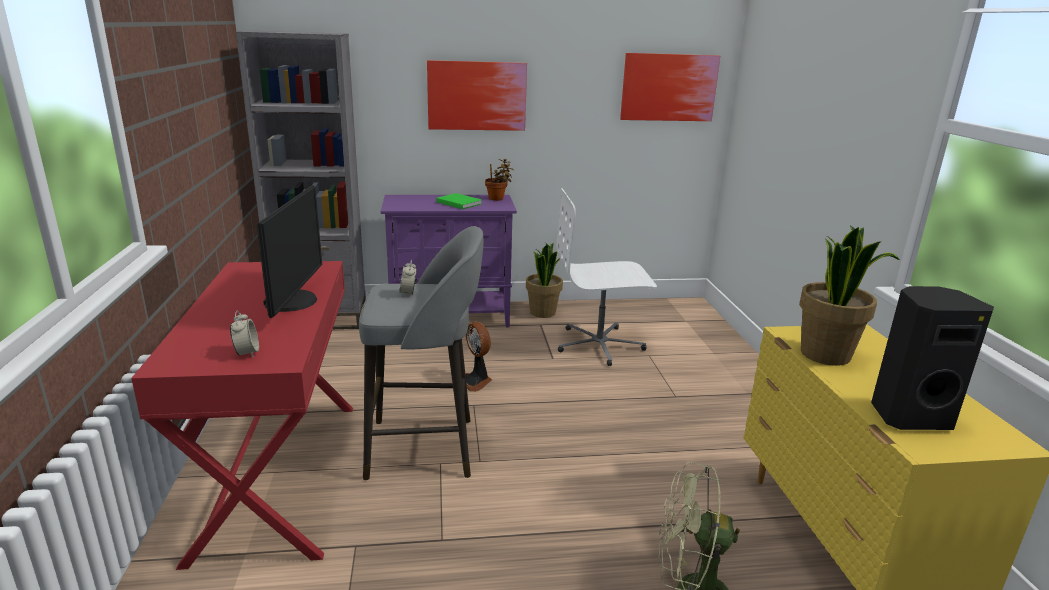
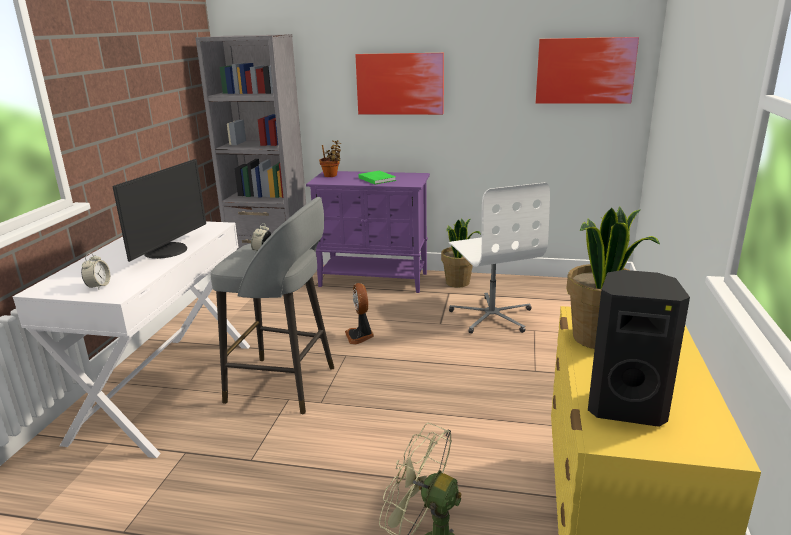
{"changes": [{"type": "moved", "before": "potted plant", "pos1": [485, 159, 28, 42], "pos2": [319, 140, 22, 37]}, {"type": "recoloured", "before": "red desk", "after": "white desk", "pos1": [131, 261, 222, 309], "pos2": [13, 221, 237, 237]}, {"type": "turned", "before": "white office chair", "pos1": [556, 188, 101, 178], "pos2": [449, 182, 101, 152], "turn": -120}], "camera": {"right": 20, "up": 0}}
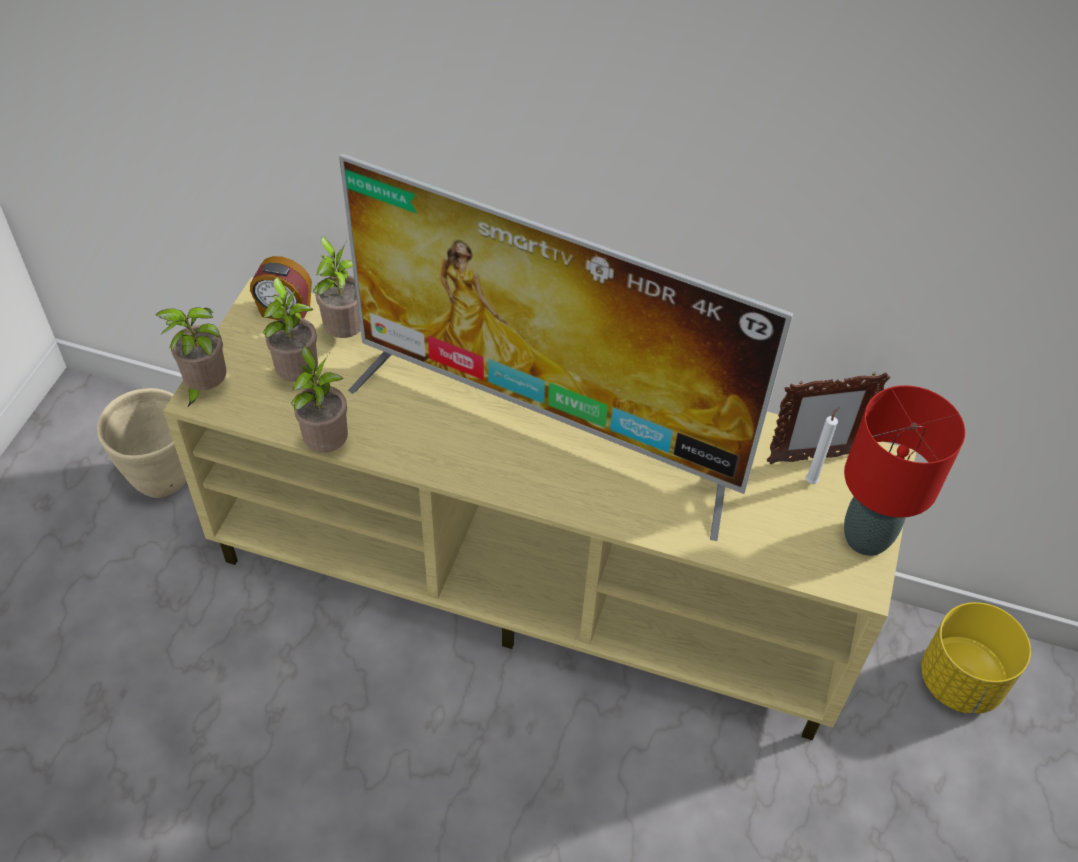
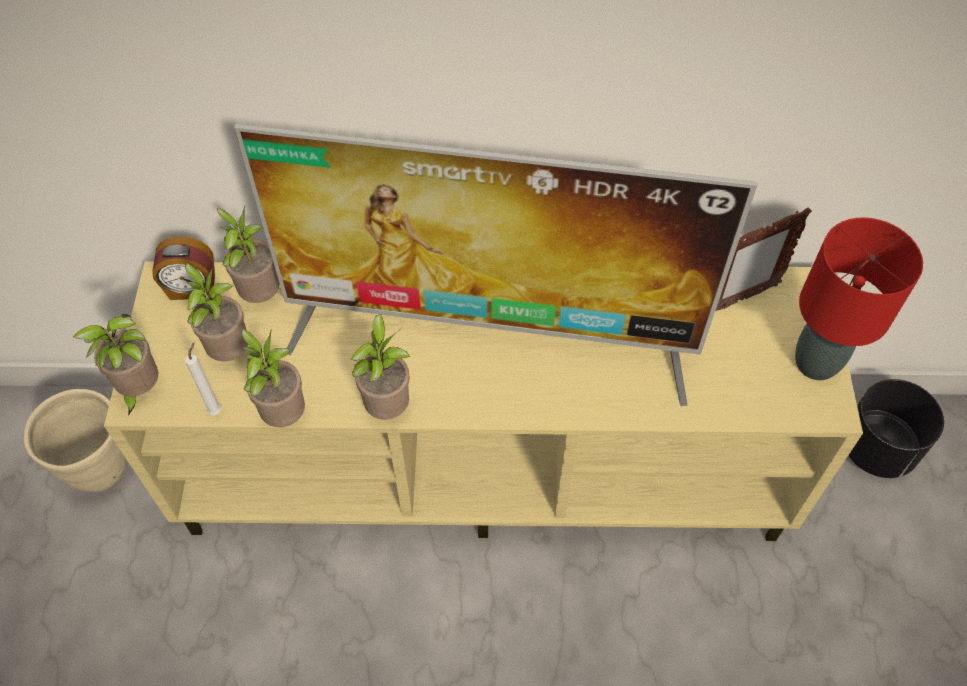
{"changes": [{"type": "added", "after": "potted plant", "pos2": [351, 314, 59, 106]}, {"type": "moved", "before": "white candle", "pos1": [805, 405, 36, 79], "pos2": [185, 343, 36, 72]}, {"type": "recoloured", "before": "yellow planter", "after": "black planter", "pos1": [921, 602, 110, 112], "pos2": [848, 379, 96, 99]}], "camera": {"right": -15, "up": 5}}
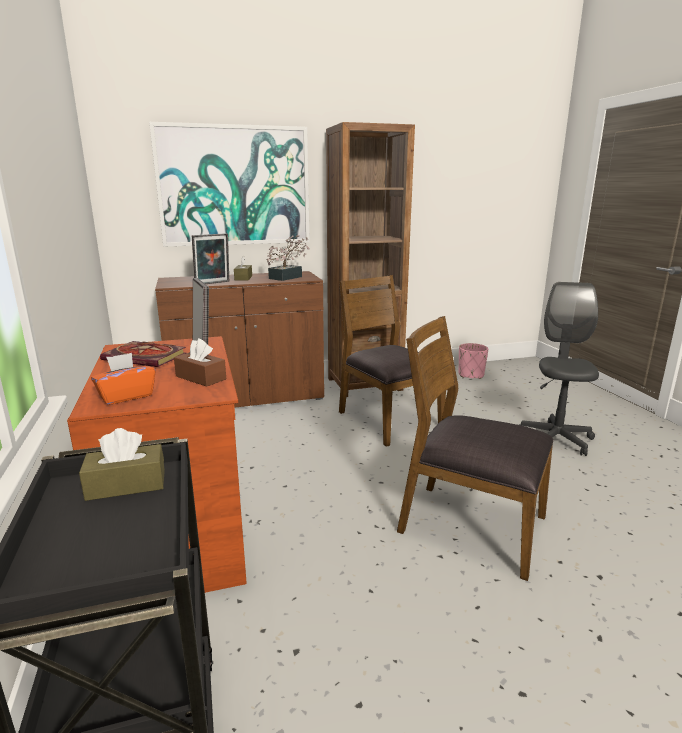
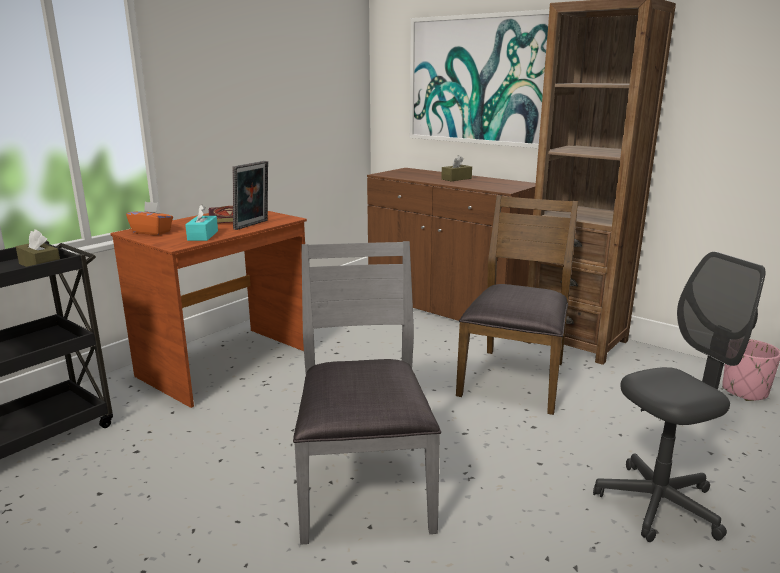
{"changes": [{"type": "removed", "before": "picture frame", "pos1": [192, 233, 37, 51]}, {"type": "removed", "before": "potted plant", "pos1": [267, 234, 42, 47]}, {"type": "recoloured", "before": "brown tissue box", "after": "turquoise tissue box", "pos1": [174, 338, 52, 49], "pos2": [185, 204, 33, 37]}, {"type": "recoloured", "before": "brown chair", "after": "grey chair", "pos1": [397, 316, 157, 265], "pos2": [293, 241, 148, 304]}], "camera": {"right": 55, "up": 0}}
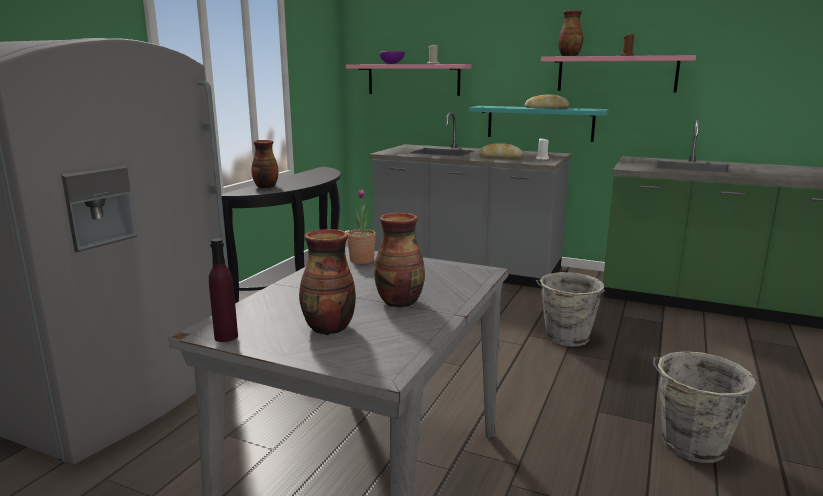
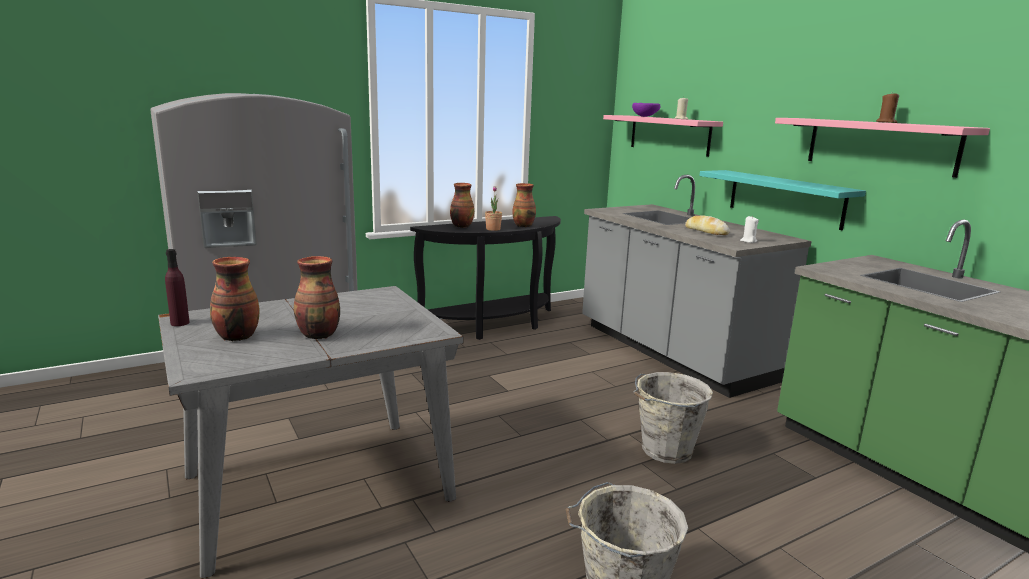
{"changes": [{"type": "removed", "before": "bread", "pos1": [525, 94, 44, 14]}, {"type": "moved", "before": "potted plant", "pos1": [347, 189, 29, 75], "pos2": [485, 186, 17, 45]}, {"type": "moved", "before": "vase", "pos1": [558, 10, 25, 46], "pos2": [512, 183, 24, 44]}], "camera": {"right": 35, "up": 0}}
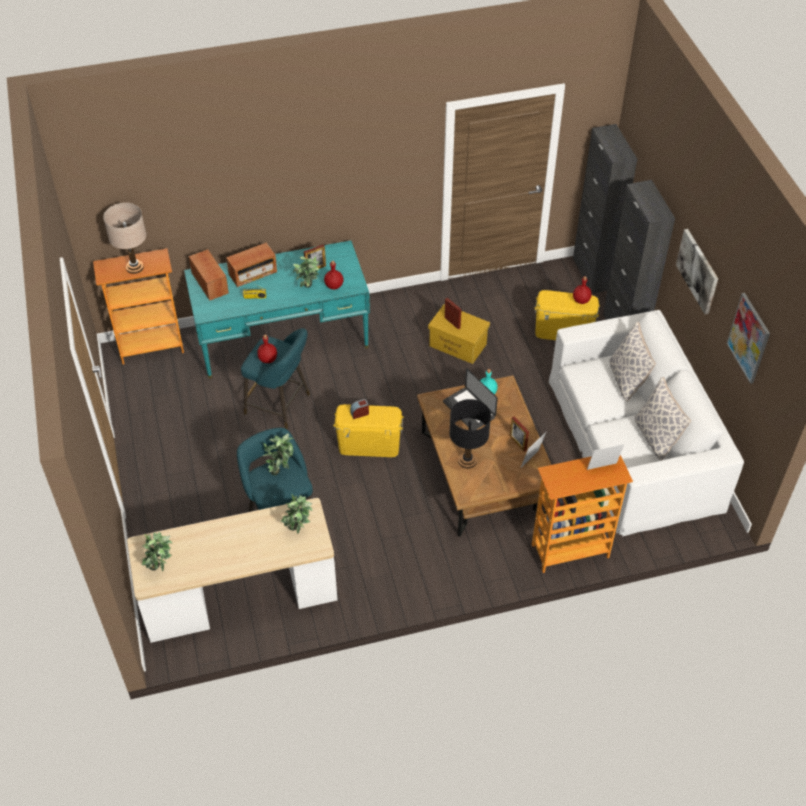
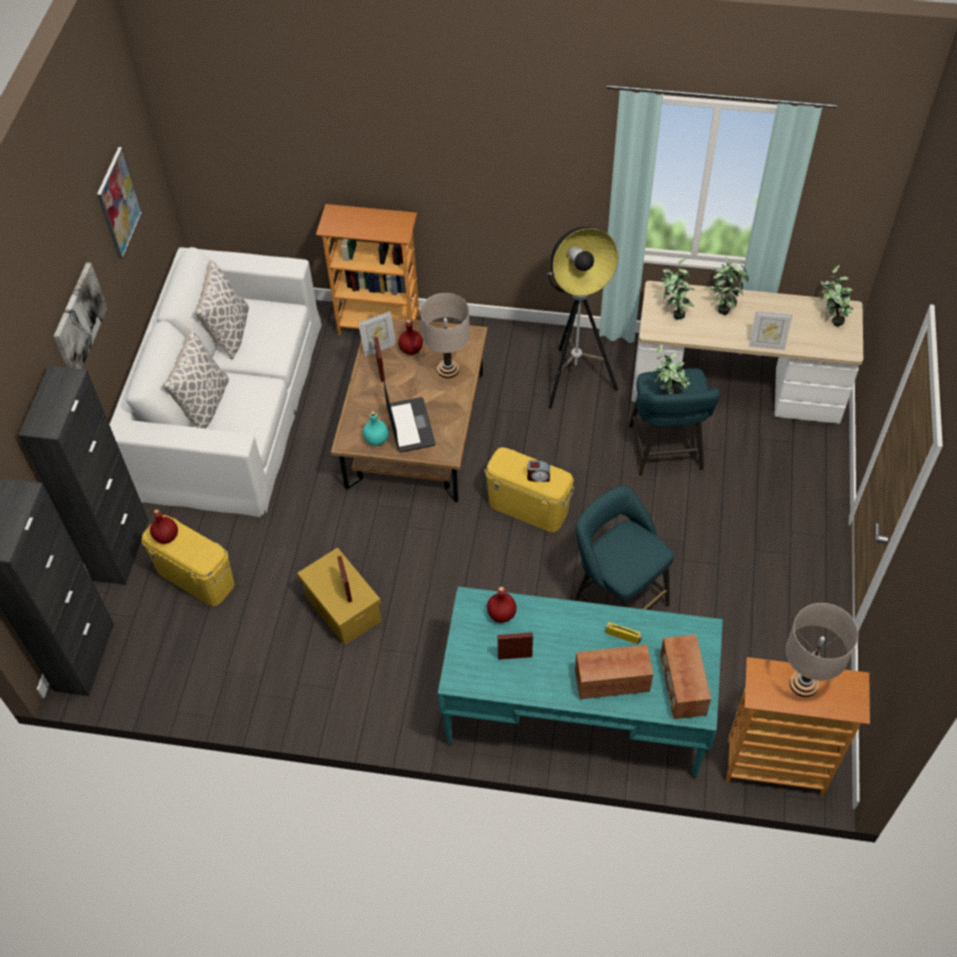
{"changes": [{"type": "added", "after": "floor lamp", "pos2": [547, 227, 71, 182]}, {"type": "moved", "before": "red bottle", "pos1": [257, 335, 20, 28], "pos2": [398, 320, 25, 35]}, {"type": "moved", "before": "potted plant", "pos1": [293, 256, 27, 32], "pos2": [709, 257, 43, 58]}, {"type": "moved", "before": "picture frame", "pos1": [587, 444, 37, 26], "pos2": [749, 311, 44, 39]}, {"type": "recoloured", "before": "black table lamp", "after": "beige table lamp", "pos1": [449, 399, 42, 70], "pos2": [420, 293, 50, 85]}], "camera": {"right": -155, "up": 5}}
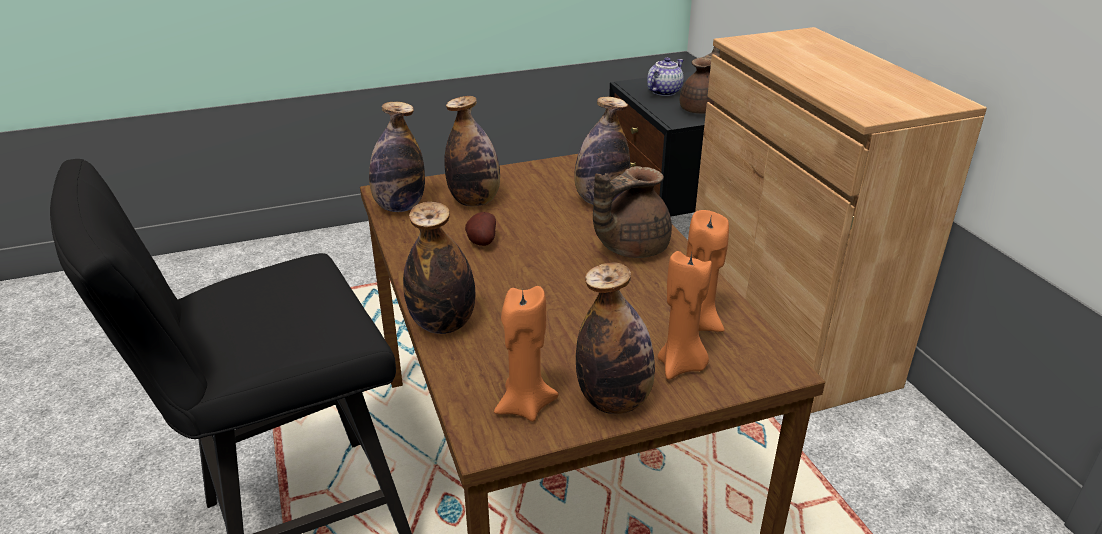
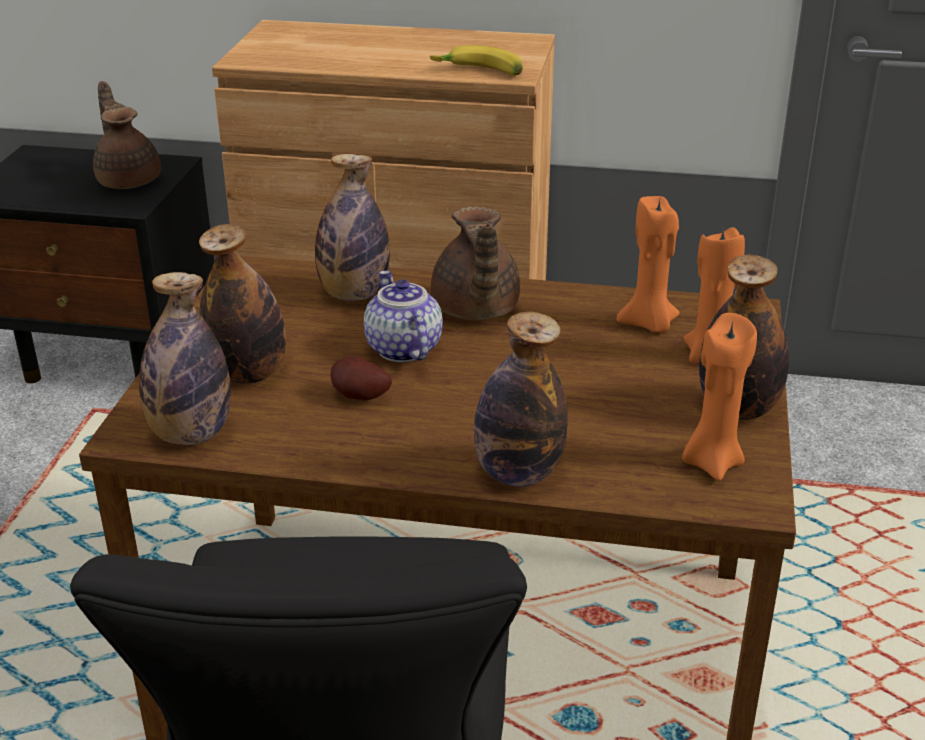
{"changes": [{"type": "added", "after": "banana", "pos2": [430, 45, 93, 31]}, {"type": "moved", "before": "teapot", "pos1": [647, 57, 37, 39], "pos2": [364, 270, 79, 92]}], "camera": {"right": -60, "up": 0}}
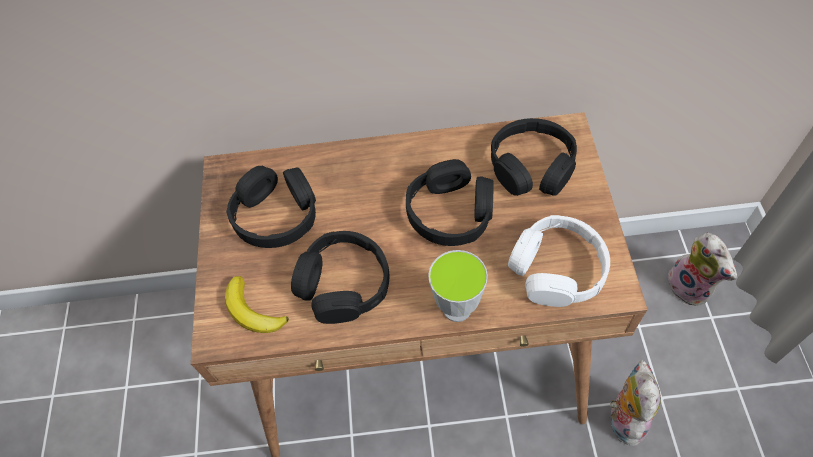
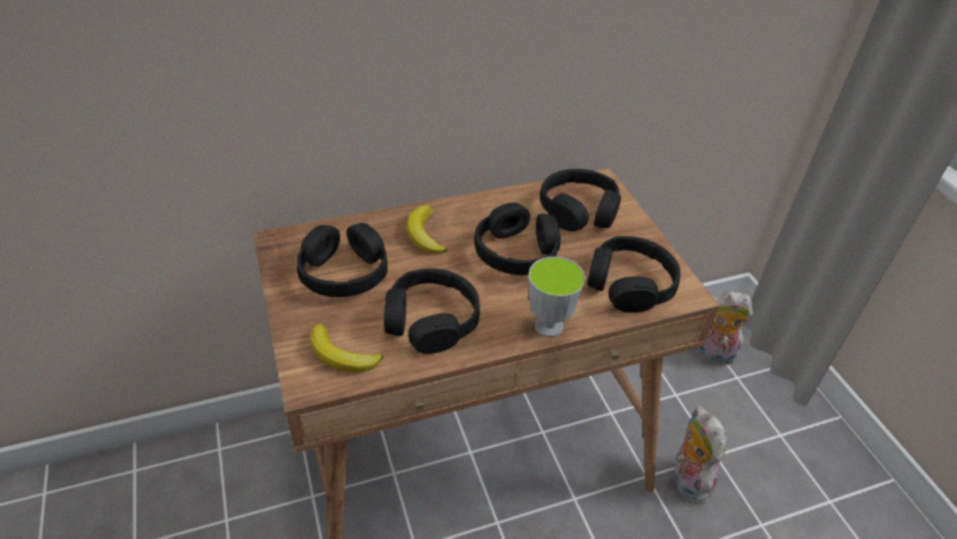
{"changes": [{"type": "added", "after": "banana", "pos2": [407, 205, 41, 49]}, {"type": "recoloured", "before": "white headphones", "after": "black headphones", "pos1": [508, 215, 102, 92], "pos2": [587, 236, 94, 77]}, {"type": "turned", "before": "plush toy", "pos1": [668, 233, 69, 73], "pos2": [693, 292, 60, 73], "turn": 150}], "camera": {"right": -20, "up": -15}}
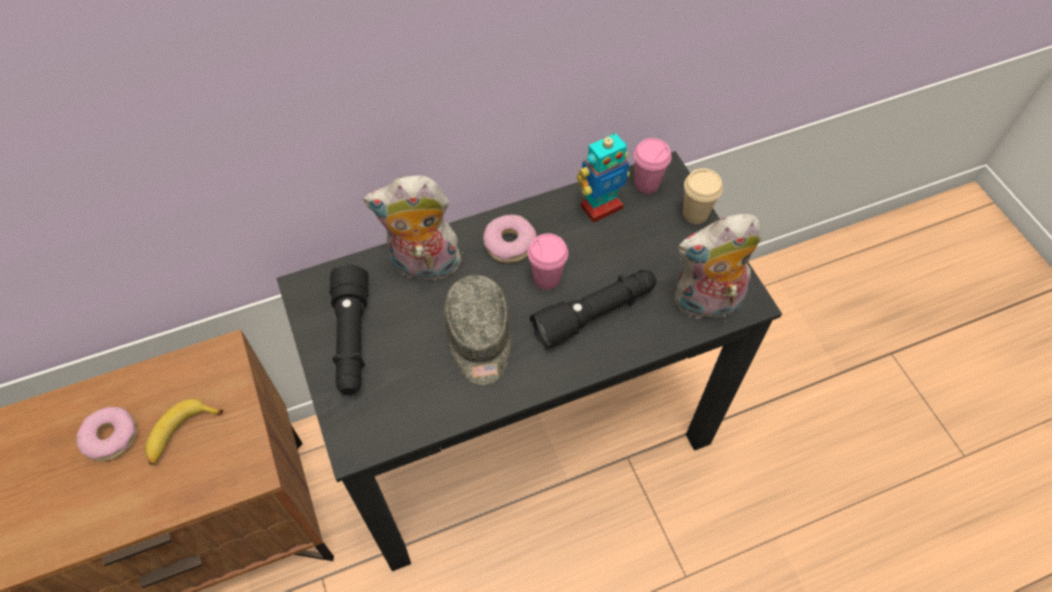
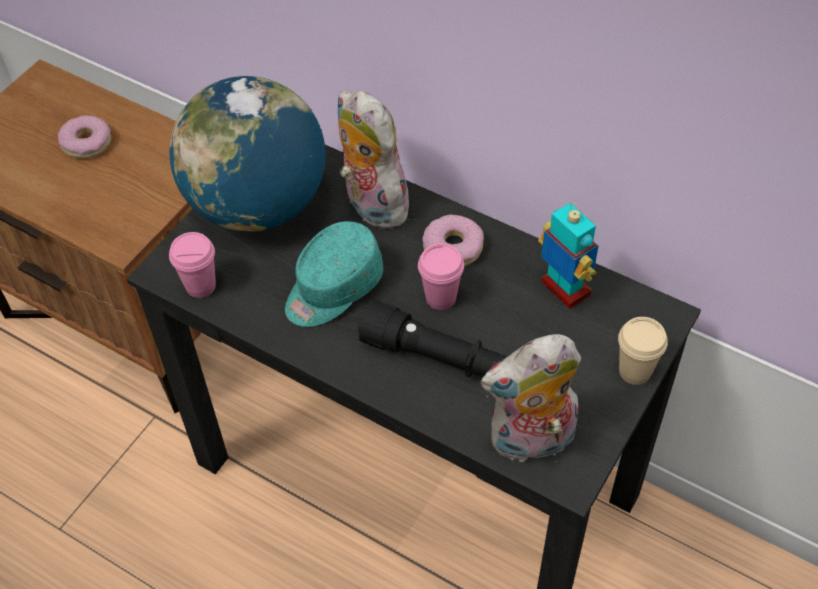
{"changes": [{"type": "removed", "before": "banana", "pos1": [145, 399, 79, 66]}, {"type": "moved", "before": "pink cup", "pos1": [634, 138, 37, 56], "pos2": [169, 232, 47, 66]}, {"type": "replaced", "before": "black flashlight", "after": "globe", "pos1": [330, 264, 39, 131], "pos2": [170, 76, 156, 156]}, {"type": "recoloured", "before": "grey cap", "after": "turquoise cap", "pos1": [444, 275, 67, 110], "pos2": [285, 221, 98, 106]}, {"type": "turned", "before": "toy robot", "pos1": [576, 131, 54, 92], "pos2": [538, 202, 60, 107], "turn": -150}, {"type": "turned", "before": "plush toy", "pos1": [675, 214, 87, 108], "pos2": [481, 334, 100, 128], "turn": -60}], "camera": {"right": 55, "up": -5}}
